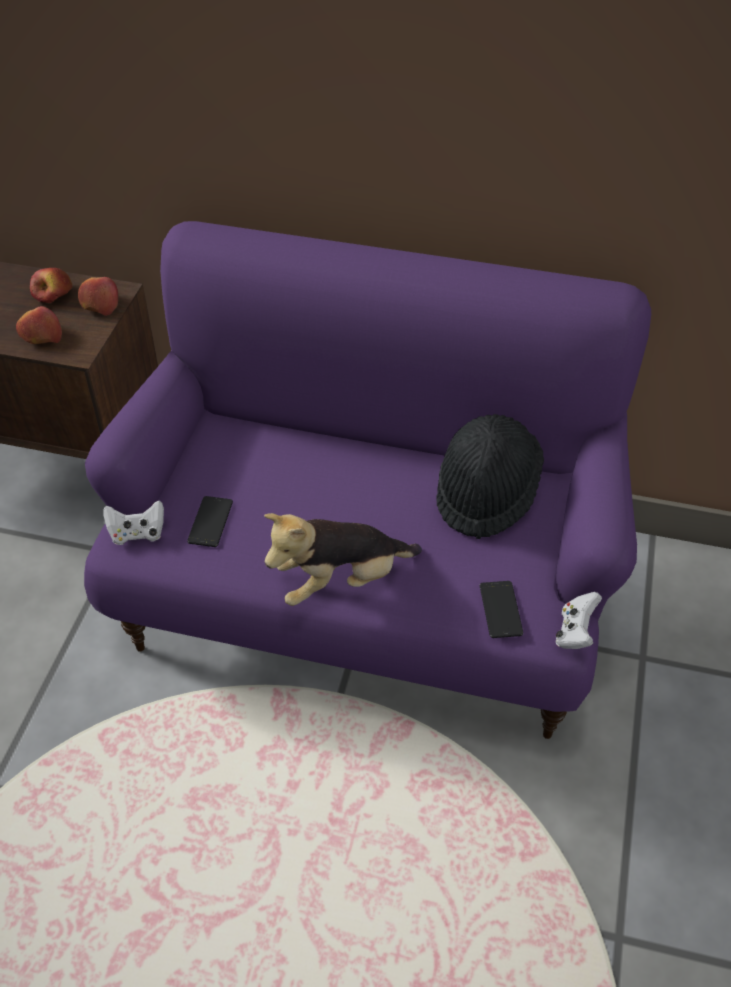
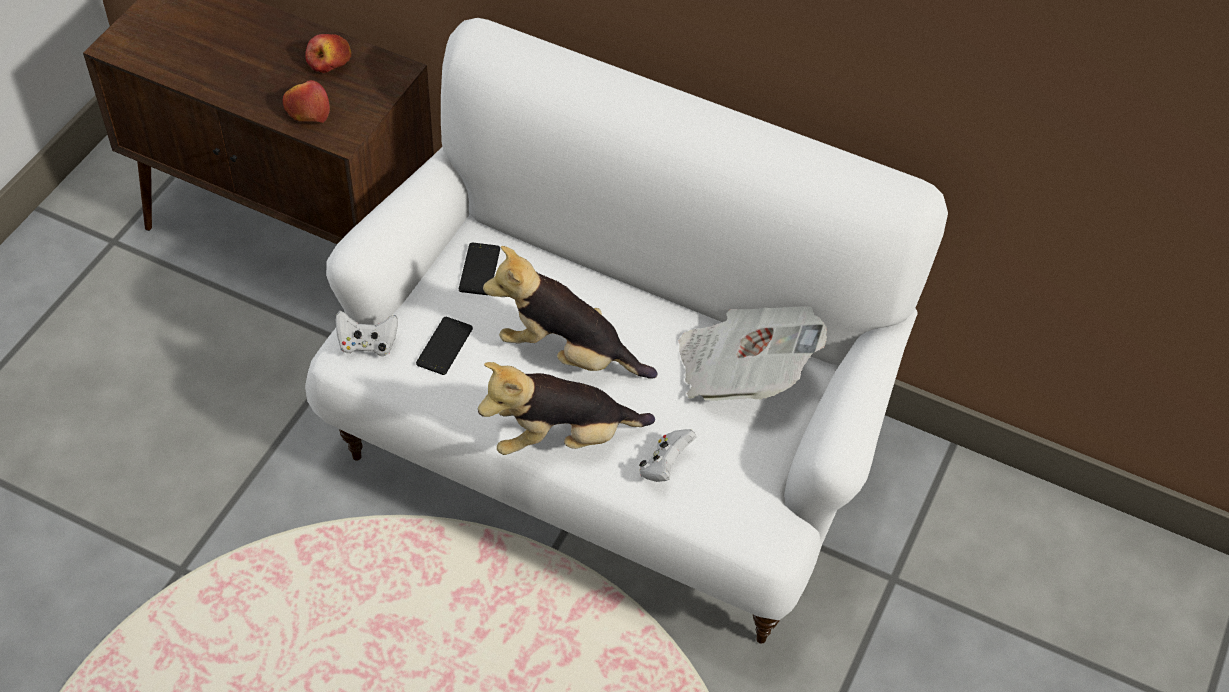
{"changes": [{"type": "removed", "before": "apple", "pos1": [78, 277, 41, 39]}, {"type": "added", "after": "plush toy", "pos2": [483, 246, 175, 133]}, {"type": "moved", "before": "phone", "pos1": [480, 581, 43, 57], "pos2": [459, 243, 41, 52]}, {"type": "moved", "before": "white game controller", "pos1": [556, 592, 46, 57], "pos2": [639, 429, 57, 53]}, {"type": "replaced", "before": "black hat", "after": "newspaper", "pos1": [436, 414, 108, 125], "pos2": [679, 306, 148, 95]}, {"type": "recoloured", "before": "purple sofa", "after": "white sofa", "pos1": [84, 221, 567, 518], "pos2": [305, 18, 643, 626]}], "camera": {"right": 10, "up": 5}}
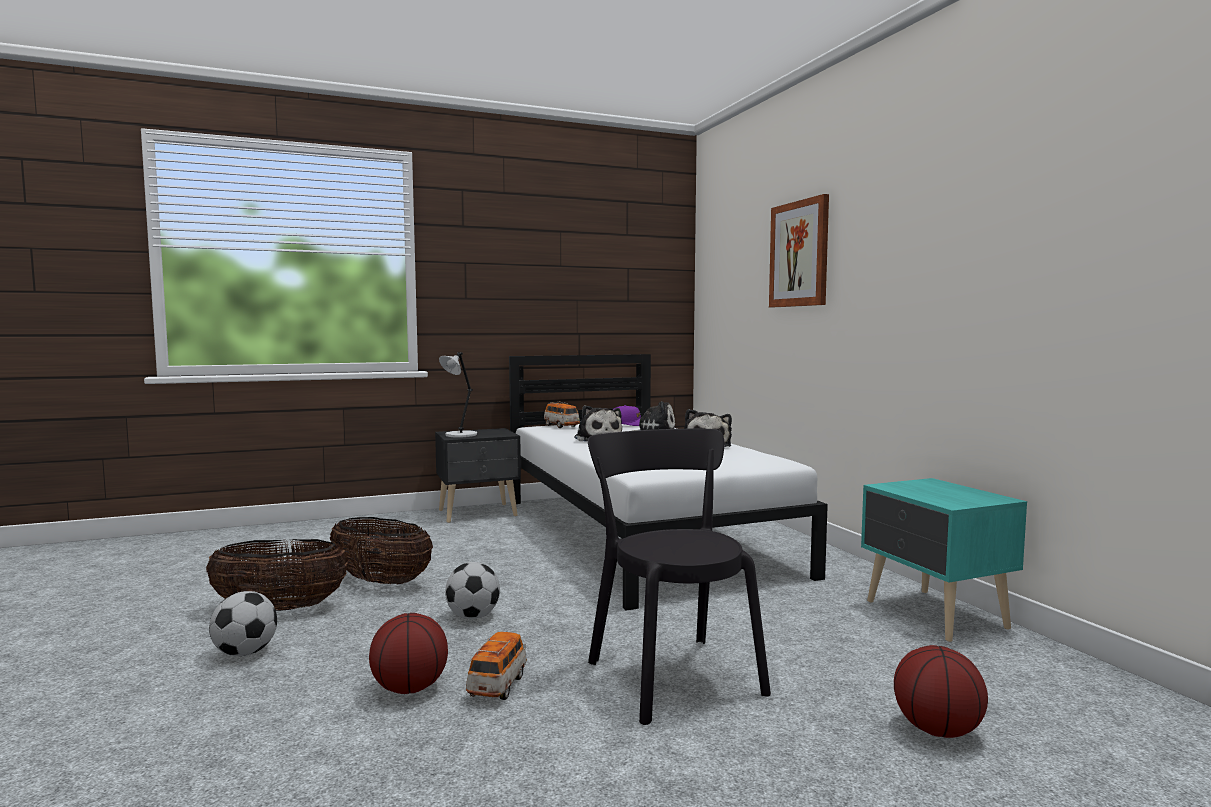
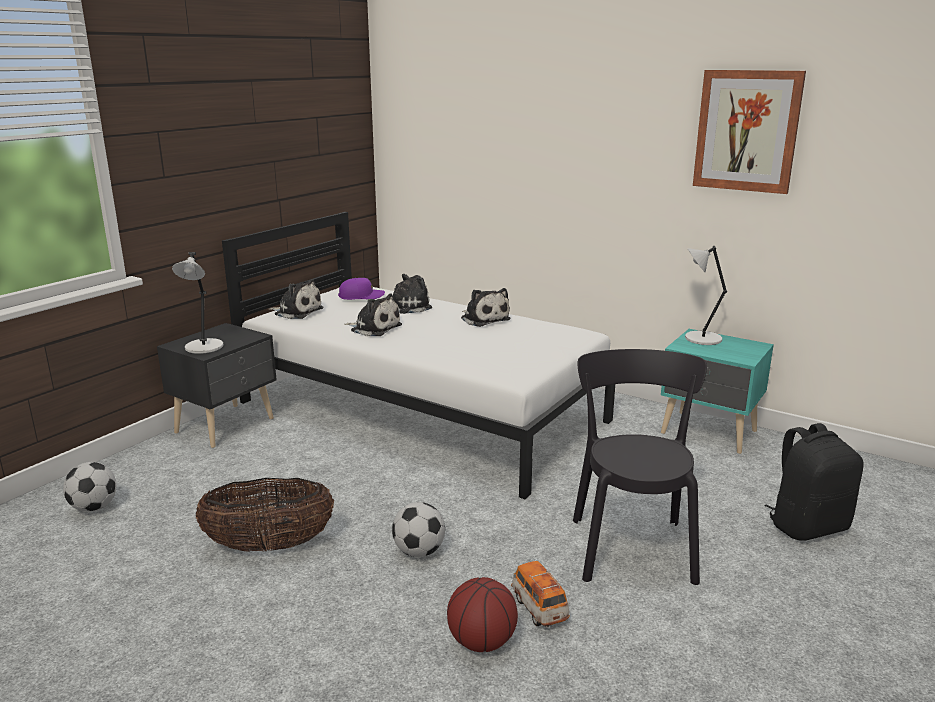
{"changes": [{"type": "removed", "before": "basket", "pos1": [206, 539, 142, 72]}, {"type": "added", "after": "grey table lamp", "pos2": [685, 246, 42, 99]}, {"type": "moved", "before": "football", "pos1": [209, 591, 68, 65], "pos2": [63, 462, 53, 50]}, {"type": "moved", "before": "picture", "pos1": [769, 194, 60, 113], "pos2": [693, 70, 113, 124]}, {"type": "replaced", "before": "toy car", "after": "plush toy", "pos1": [544, 402, 36, 26], "pos2": [269, 279, 54, 40]}, {"type": "replaced", "before": "basketball", "after": "black backpack", "pos1": [894, 645, 94, 93], "pos2": [764, 423, 100, 118]}, {"type": "turned", "before": "black chair", "pos1": [588, 429, 183, 296], "pos2": [573, 349, 134, 236], "turn": 60}], "camera": {"right": -35, "up": 15}}
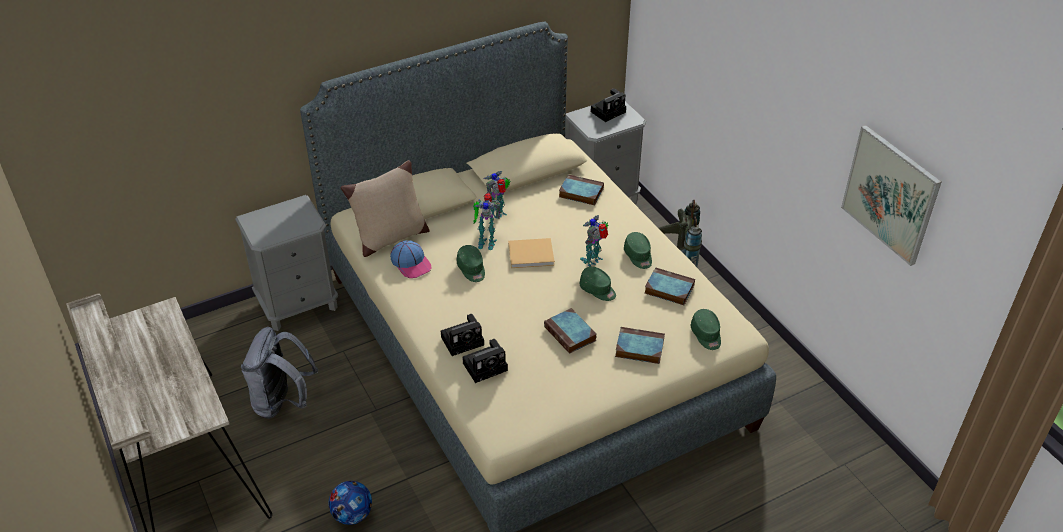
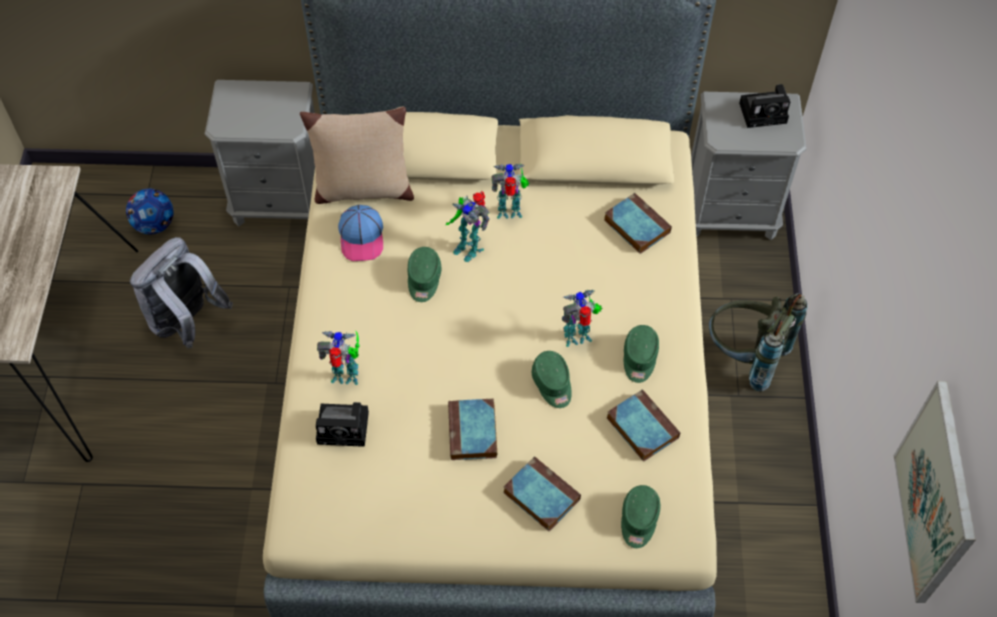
{"changes": [{"type": "removed", "before": "beige book", "pos1": [508, 238, 47, 30]}, {"type": "moved", "before": "football", "pos1": [328, 481, 44, 44], "pos2": [126, 189, 47, 46]}, {"type": "replaced", "before": "photo camera", "after": "toy robot", "pos1": [441, 314, 43, 42], "pos2": [317, 330, 43, 55]}], "camera": {"right": 30, "up": 15}}
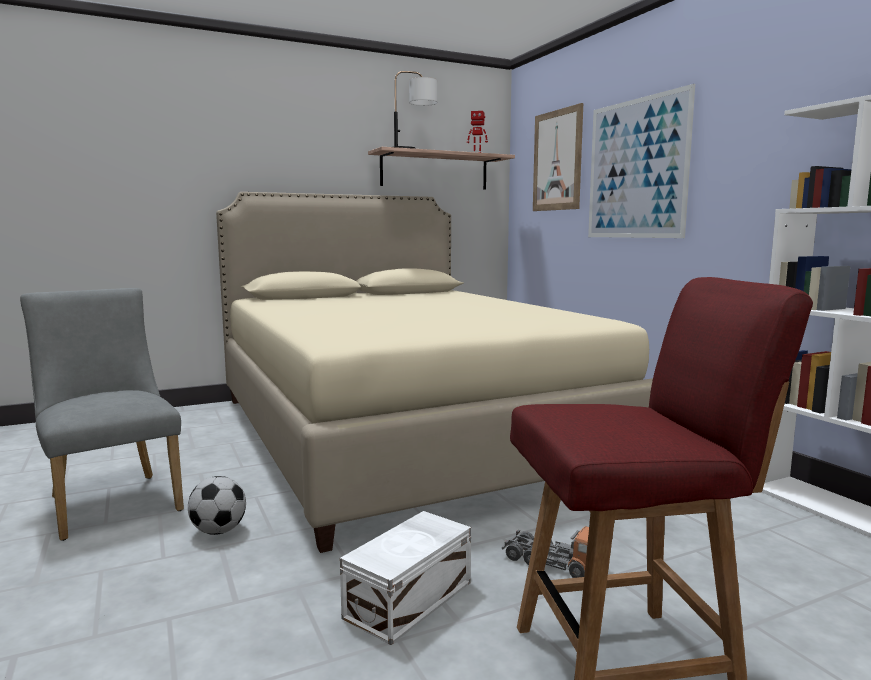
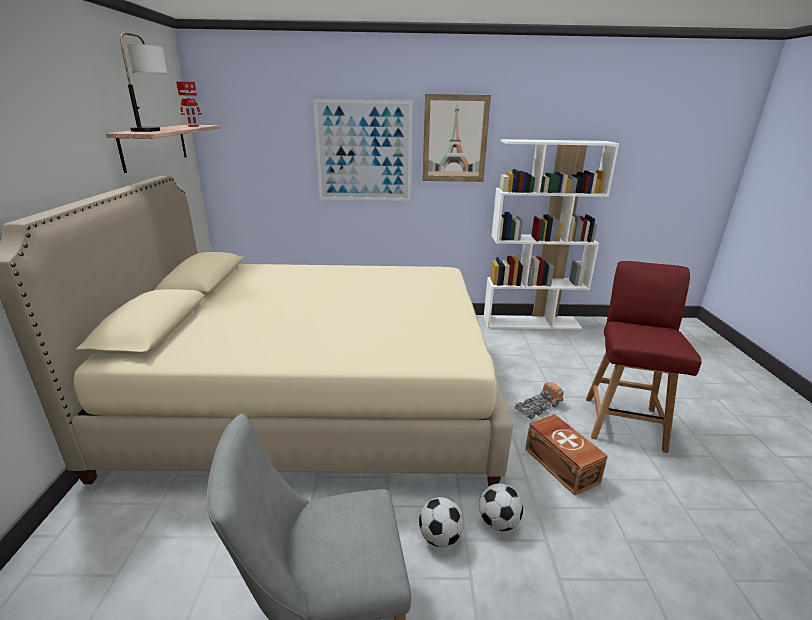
{"changes": [{"type": "added", "after": "football", "pos2": [479, 483, 44, 48]}, {"type": "moved", "before": "picture", "pos1": [533, 103, 50, 108], "pos2": [422, 94, 69, 88]}, {"type": "recoloured", "before": "white storage box", "after": "brown storage box", "pos1": [340, 511, 131, 134], "pos2": [525, 414, 83, 82]}], "camera": {"right": -65, "up": 15}}
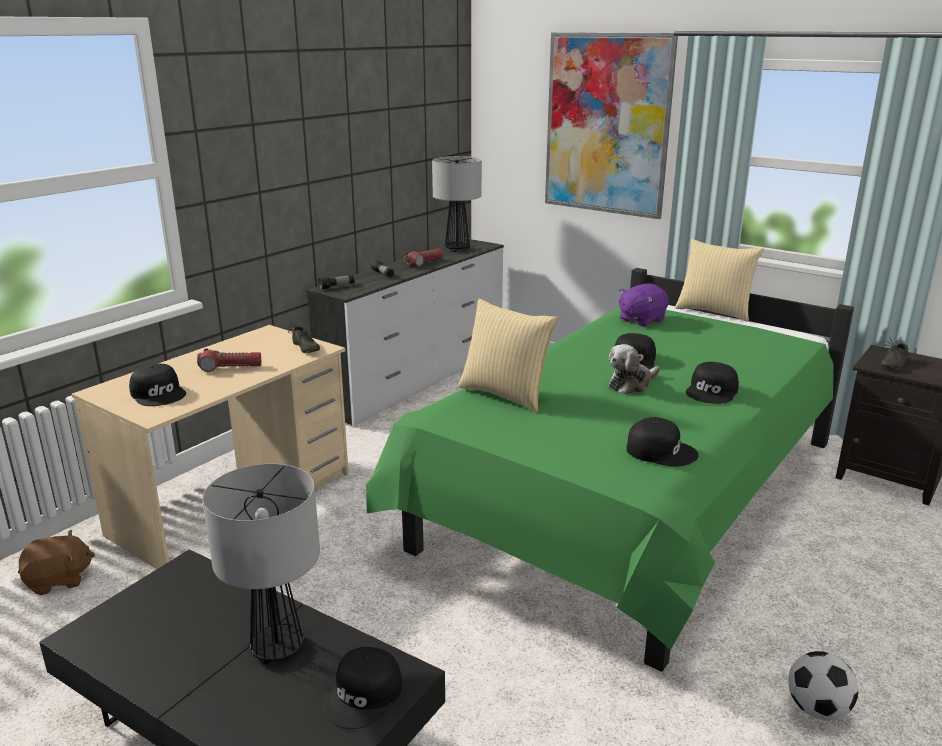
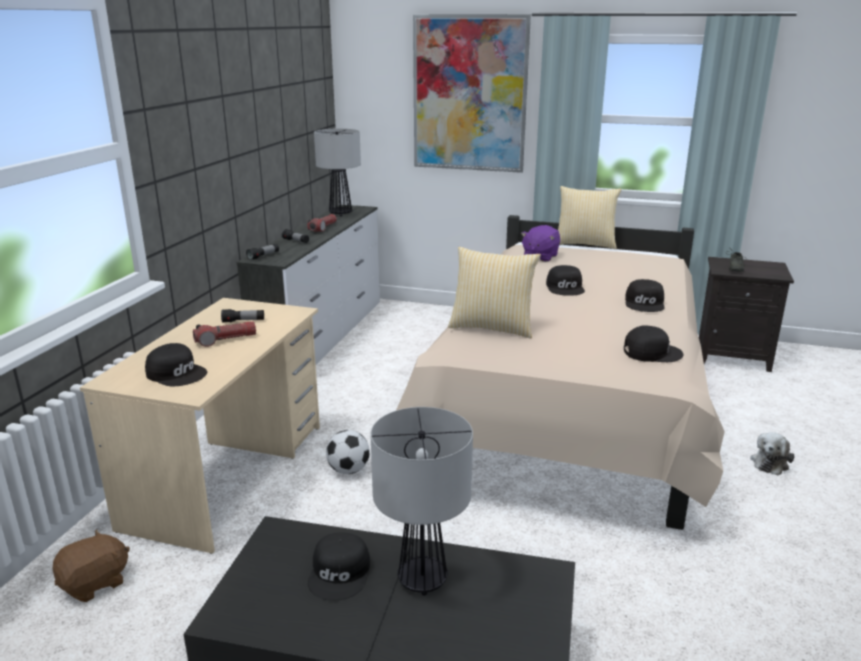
{"changes": [{"type": "removed", "before": "grey shoe", "pos1": [288, 325, 32, 28]}, {"type": "added", "after": "flashlight", "pos2": [221, 309, 43, 14]}, {"type": "moved", "before": "black cap", "pos1": [322, 647, 80, 82], "pos2": [308, 532, 62, 69]}, {"type": "moved", "before": "plush toy", "pos1": [609, 344, 51, 50], "pos2": [750, 432, 45, 43]}, {"type": "moved", "before": "football", "pos1": [788, 651, 71, 69], "pos2": [326, 430, 44, 44]}, {"type": "recoloured", "before": "green bed", "after": "beige bed", "pos1": [366, 268, 488, 404], "pos2": [396, 215, 329, 315]}], "camera": {"right": -20, "up": 0}}
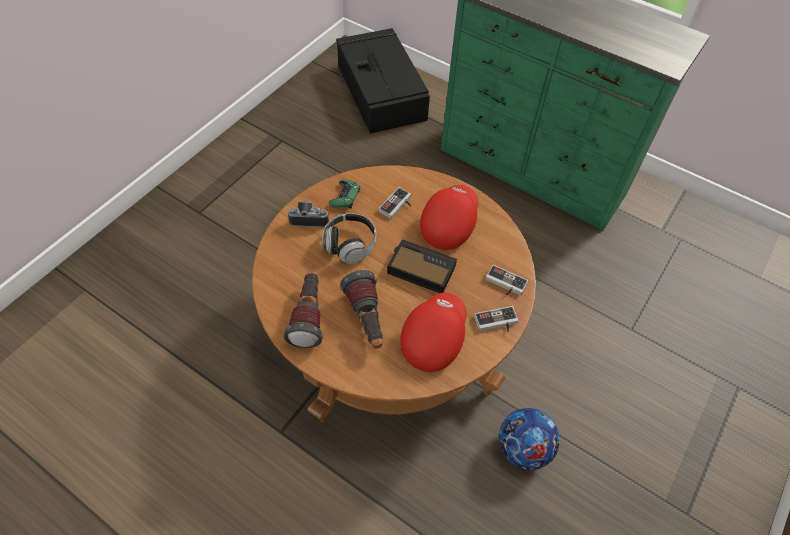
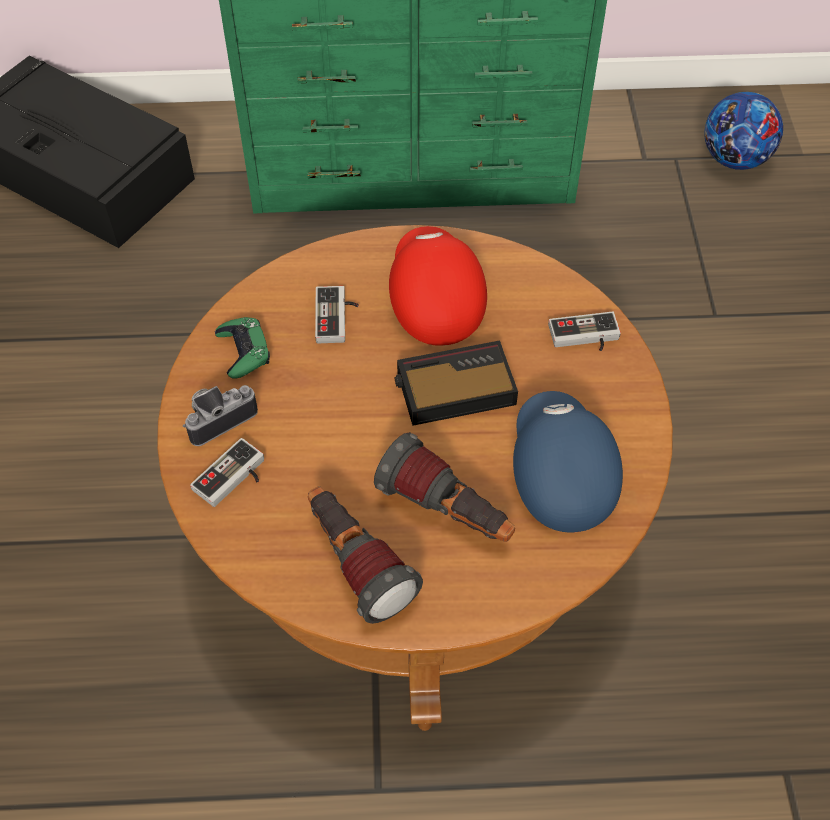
{"changes": [{"type": "removed", "before": "headphones", "pos1": [322, 213, 54, 51]}, {"type": "moved", "before": "game controller", "pos1": [474, 306, 45, 26], "pos2": [190, 438, 74, 69]}, {"type": "moved", "before": "football", "pos1": [499, 408, 61, 62], "pos2": [704, 92, 79, 78]}, {"type": "recoloured", "before": "red cap", "after": "blue cap", "pos1": [400, 293, 67, 79], "pos2": [513, 391, 110, 142]}], "camera": {"right": -35, "up": 0}}
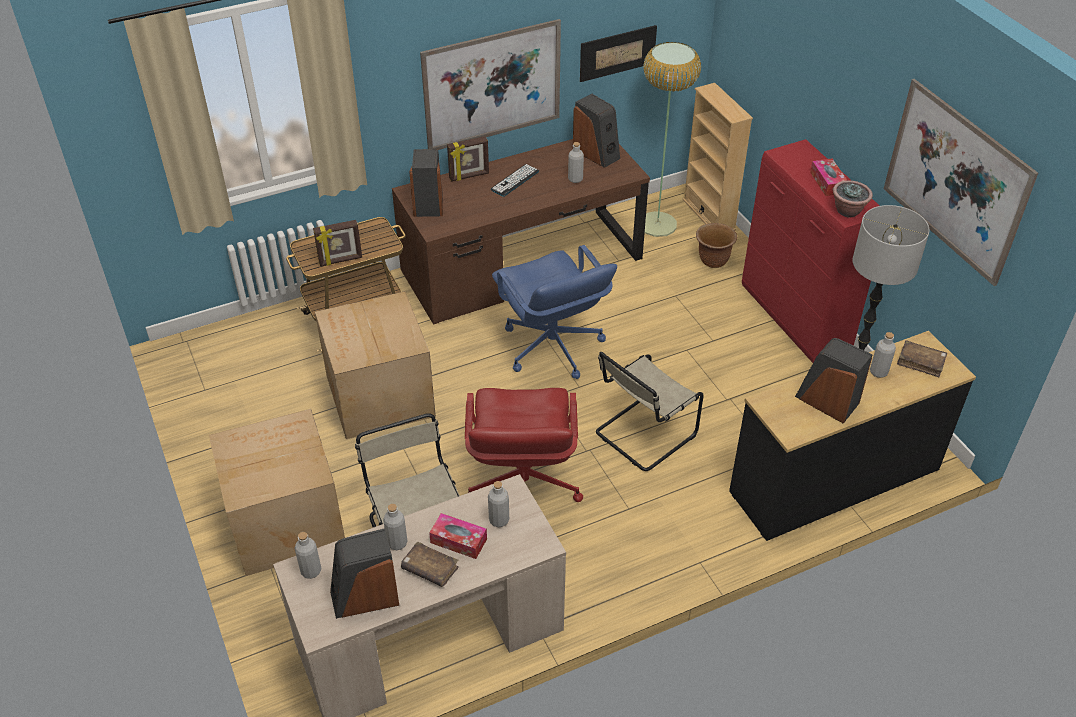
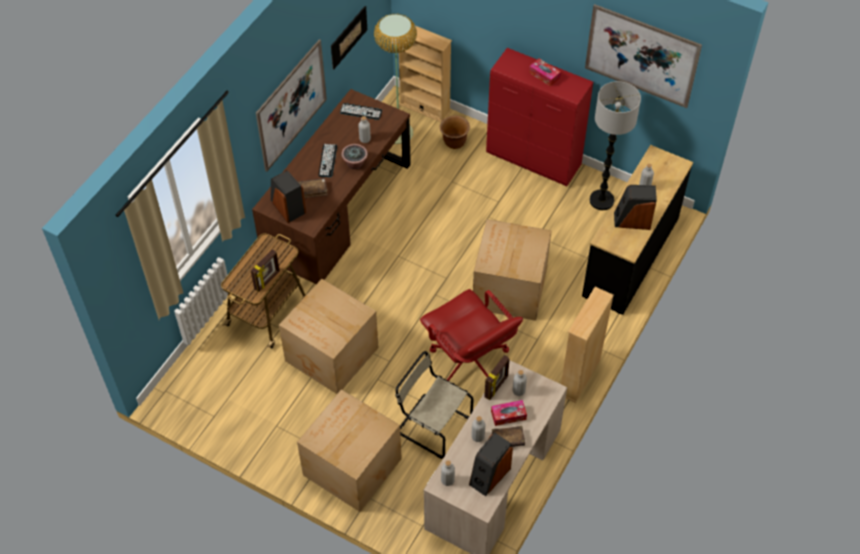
{"changes": [{"type": "removed", "before": "blue office chair", "pos1": [492, 245, 125, 134]}, {"type": "added", "after": "beige bookcase", "pos2": [561, 287, 53, 116]}, {"type": "moved", "before": "picture frame", "pos1": [447, 136, 42, 45], "pos2": [484, 355, 26, 45]}, {"type": "moved", "before": "potted plant", "pos1": [833, 180, 40, 37], "pos2": [341, 144, 27, 25]}, {"type": "moved", "before": "brown book", "pos1": [897, 340, 50, 37], "pos2": [299, 178, 29, 20]}, {"type": "replaced", "before": "speaker", "after": "keyboard", "pos1": [572, 94, 48, 74], "pos2": [340, 103, 42, 17]}, {"type": "replaced", "before": "beige chair", "after": "cardboard box", "pos1": [596, 352, 107, 119], "pos2": [473, 219, 79, 102]}], "camera": {"right": -35, "up": 10}}
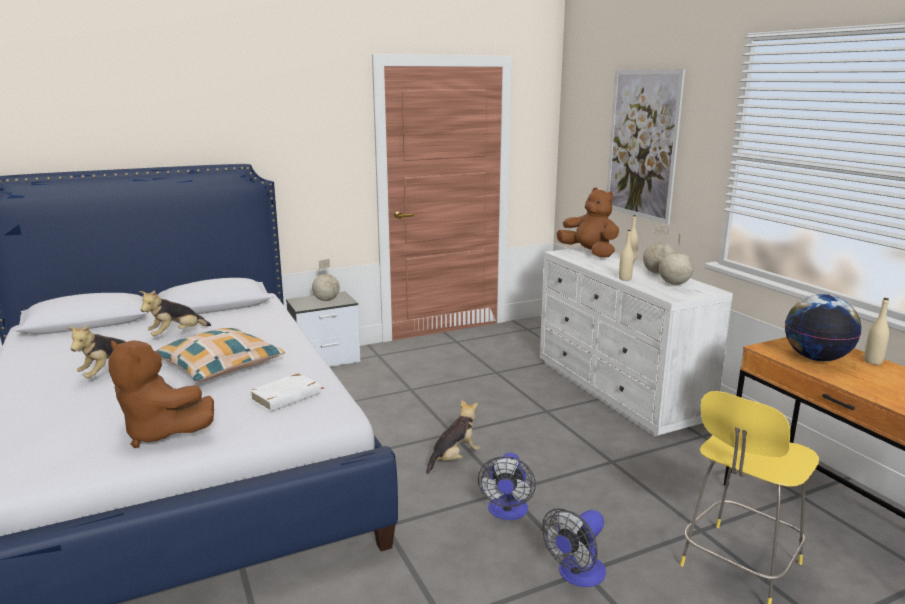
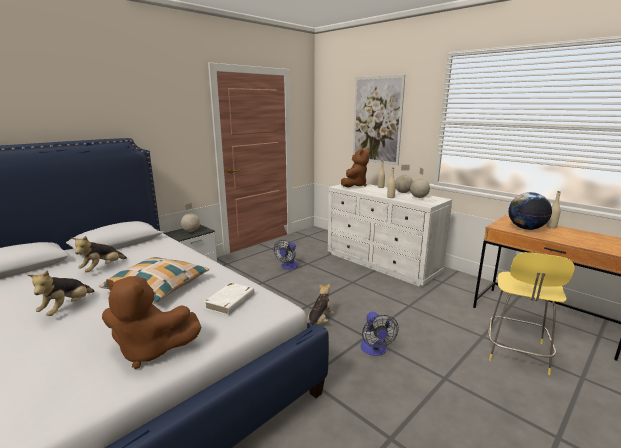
{"changes": [{"type": "moved", "before": "fan", "pos1": [542, 509, 64, 78], "pos2": [274, 240, 24, 30]}, {"type": "turned", "before": "brown plush toy", "pos1": [556, 187, 63, 71], "pos2": [341, 148, 28, 40], "turn": 90}], "camera": {"right": -20, "up": 0}}
